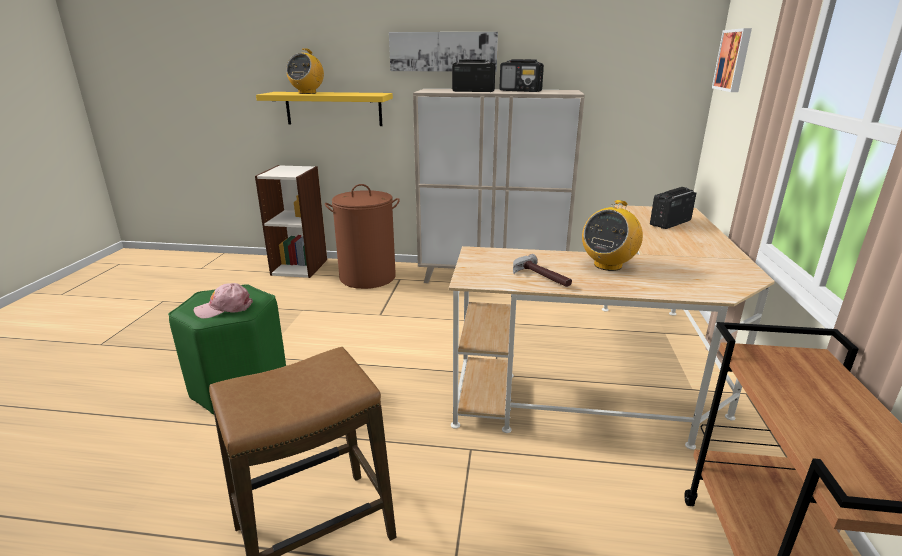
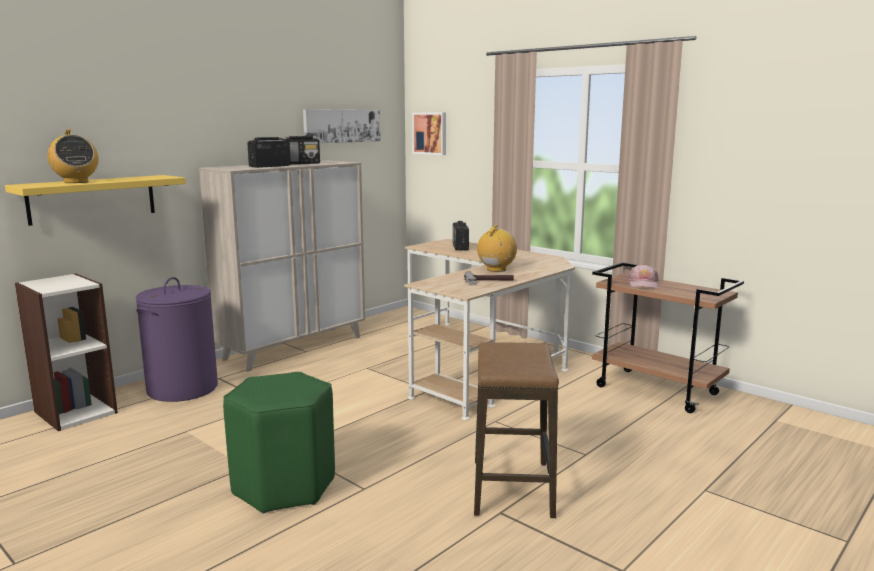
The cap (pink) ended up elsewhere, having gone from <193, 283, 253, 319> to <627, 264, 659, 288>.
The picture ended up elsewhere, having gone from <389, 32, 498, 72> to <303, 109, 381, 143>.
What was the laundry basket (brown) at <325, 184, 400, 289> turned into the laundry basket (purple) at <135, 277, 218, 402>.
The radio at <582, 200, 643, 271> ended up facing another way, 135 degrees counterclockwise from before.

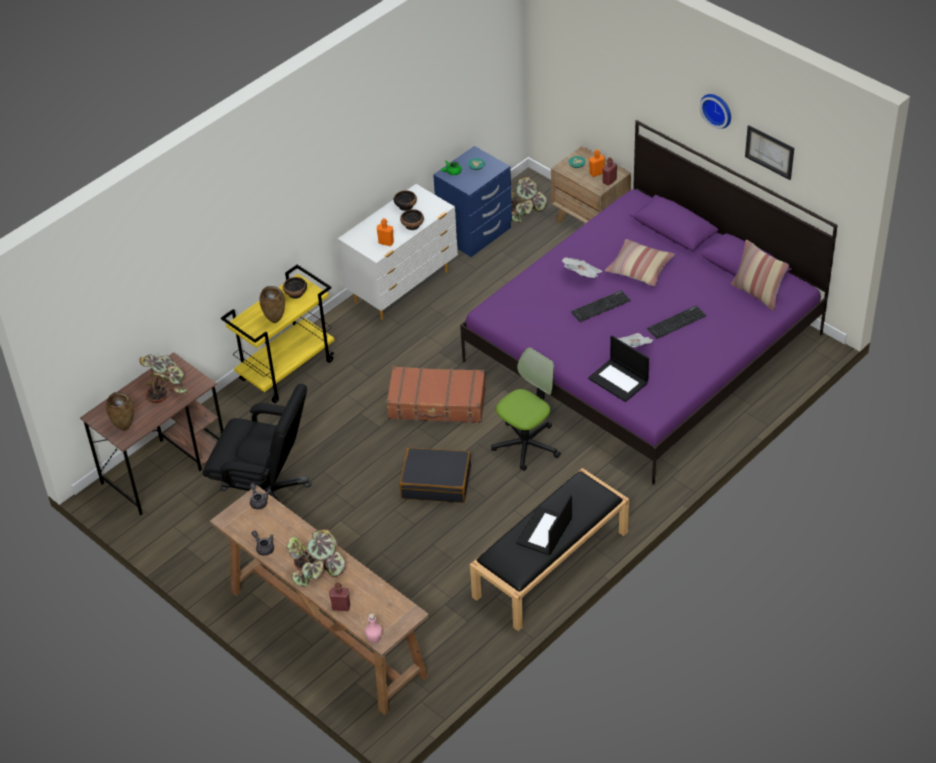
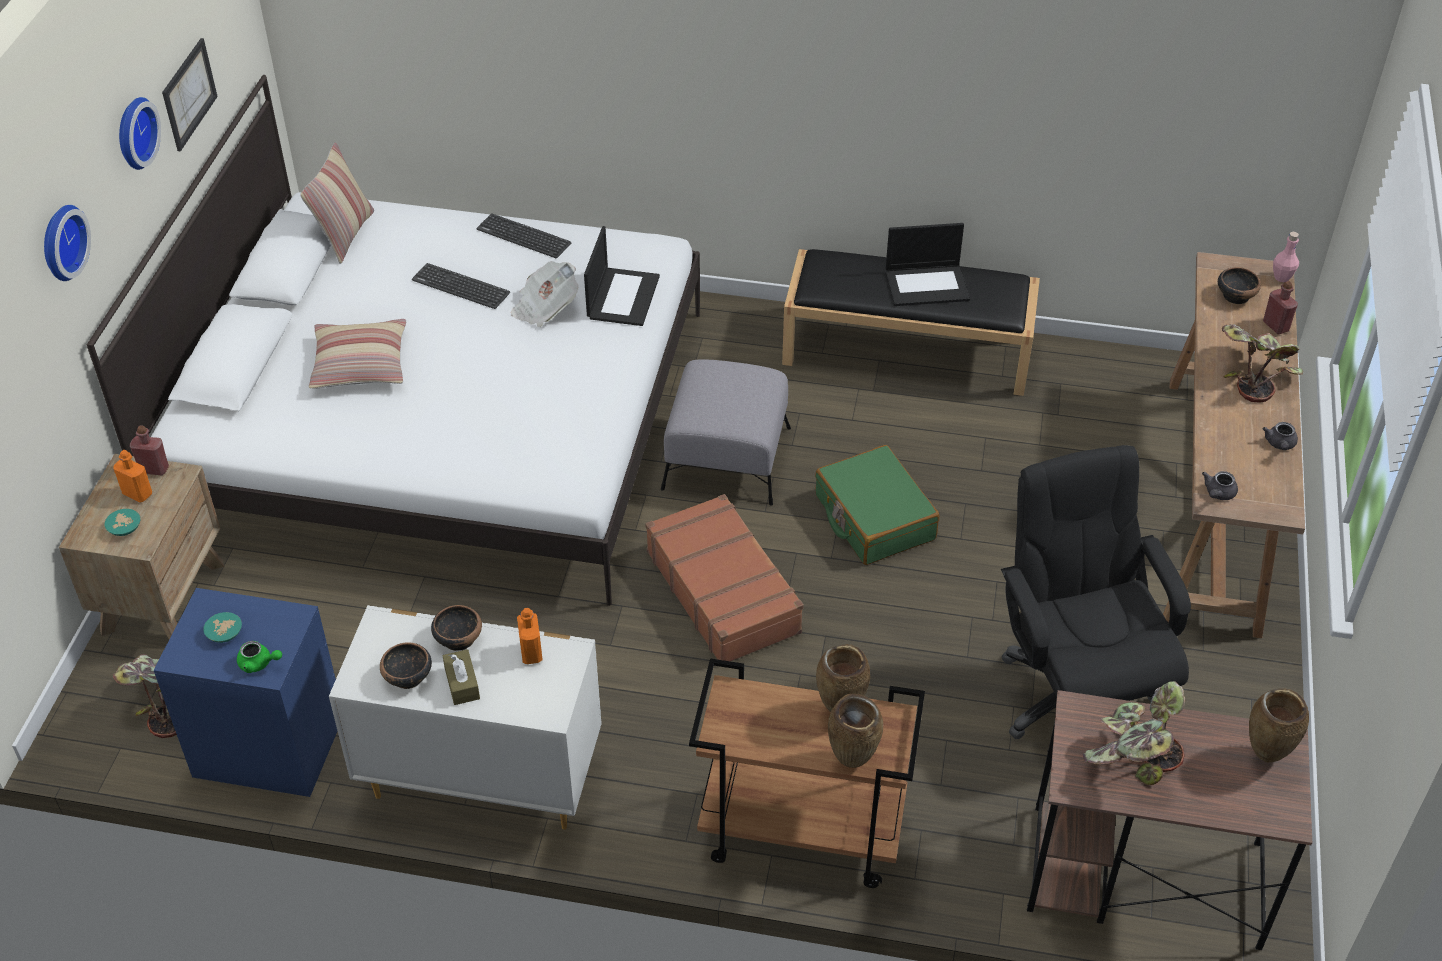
The second view lost the newspaper at <562, 257, 602, 278>.
The second view gained the wall clock at <44, 205, 91, 281>.
The second view gained the tissue box (brown) at <443, 649, 480, 705>.
The second view gained the vase (brown) at <828, 694, 883, 768>.
The bowl ended up elsewhere, having gone from <283, 277, 307, 299> to <1218, 267, 1261, 304>.
The keyboard ended up elsewhere, having gone from <571, 290, 631, 322> to <477, 214, 571, 258>.
Where the office chair stood at <491, 347, 561, 471>, the ottoman (grey) came to stand at <661, 359, 791, 506>.
What was the cart (yellow) at <221, 265, 335, 403> turned into the cart (brown) at <689, 659, 925, 888>.
What was the suitcase (black) at <400, 447, 471, 503> turned into the suitcase (green) at <815, 445, 940, 565>.
What was the bed (purple) at <460, 120, 837, 485> turned into the bed (white) at <87, 75, 700, 606>.

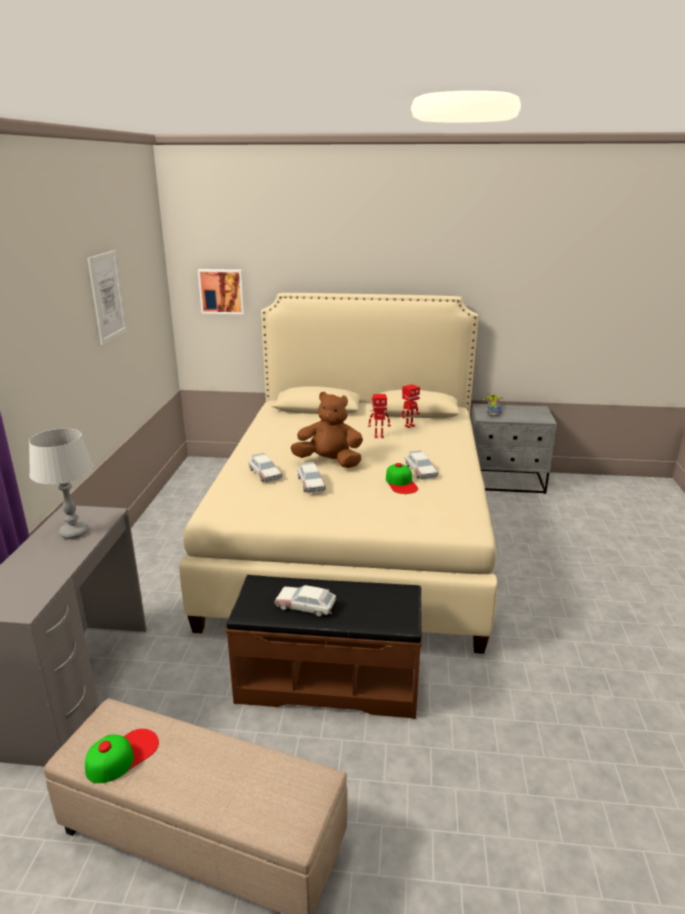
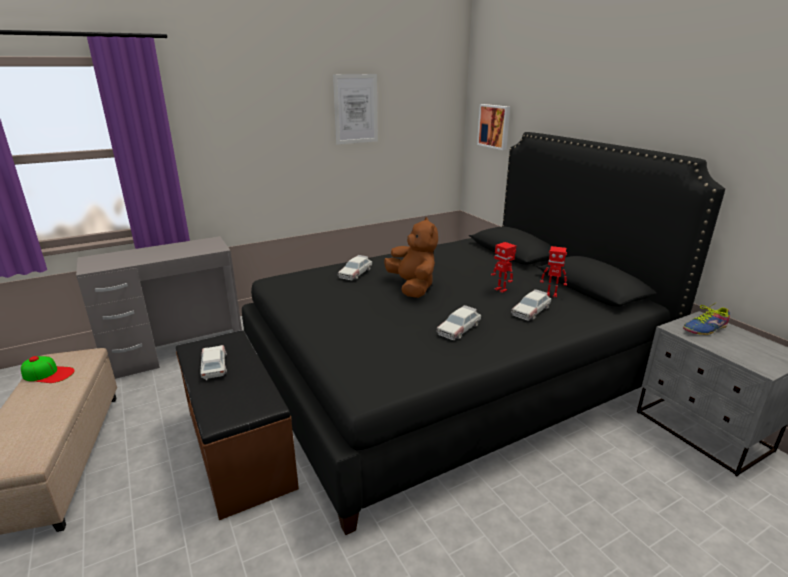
The second view lost the table lamp (grey) at <29, 429, 93, 539>.
The second view lost the cap at <386, 463, 418, 494>.
The toy car ended up elsewhere, having gone from <298, 462, 326, 493> to <511, 289, 551, 321>.
What was the bed (beige) at <180, 293, 497, 654> turned into the bed (black) at <242, 132, 725, 535>.

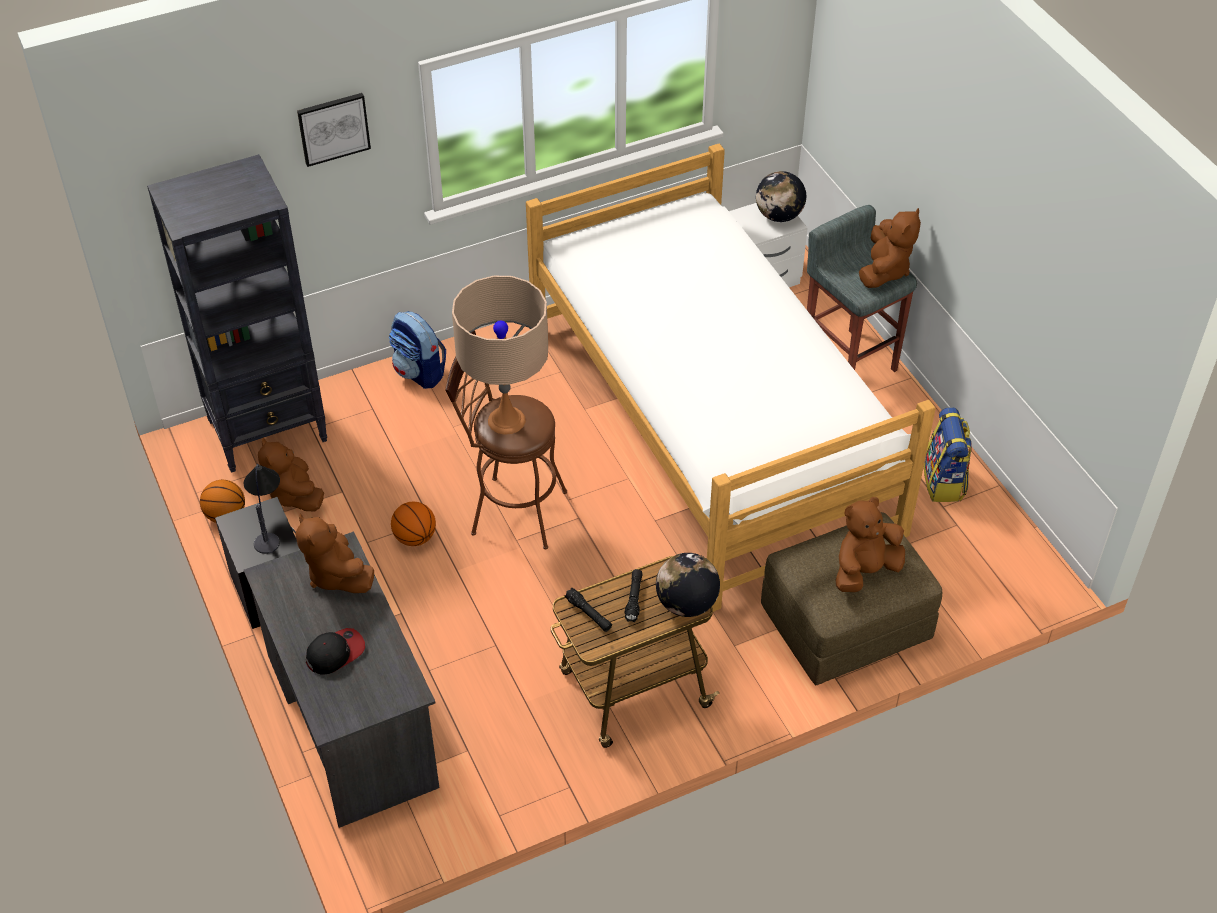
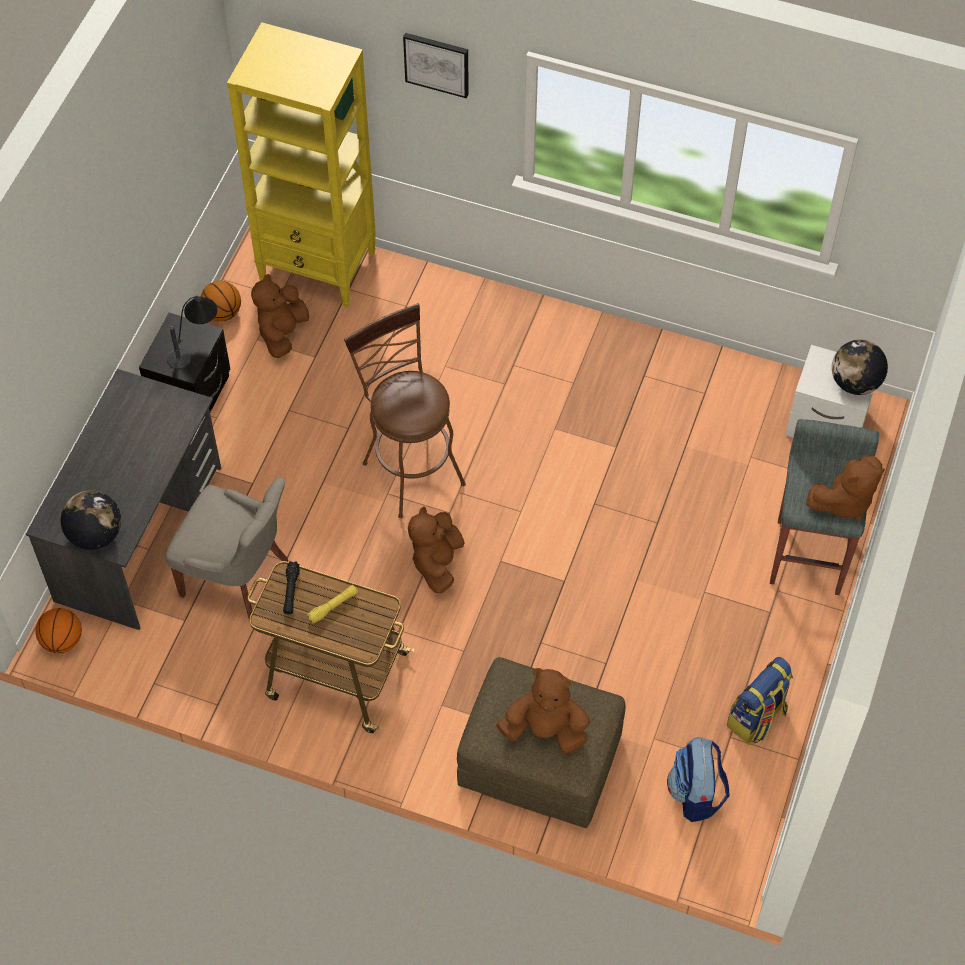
The second view lost the cap at <306, 628, 365, 675>.
The second view lost the table lamp (beige) at <452, 276, 548, 435>.
The second view lost the bed at <526, 144, 936, 612>.
The second view gained the chair (grey) at <166, 478, 288, 620>.
The plush toy (brown) ended up elsewhere, having gone from <296, 514, 374, 593> to <408, 506, 465, 593>.
The backpack ended up elsewhere, having gone from <389, 311, 446, 389> to <667, 737, 730, 822>.
The basketball ended up elsewhere, having gone from <391, 502, 436, 546> to <36, 608, 82, 653>.
The globe ended up elsewhere, having gone from <656, 553, 720, 617> to <61, 490, 121, 550>.
What was the bookcase (black) at <147, 154, 327, 473> turned into the bookcase (yellow) at <227, 22, 376, 307>.
What was the flashlight (black) at <625, 569, 643, 622> turned into the flashlight (yellow) at <307, 585, 358, 624>.

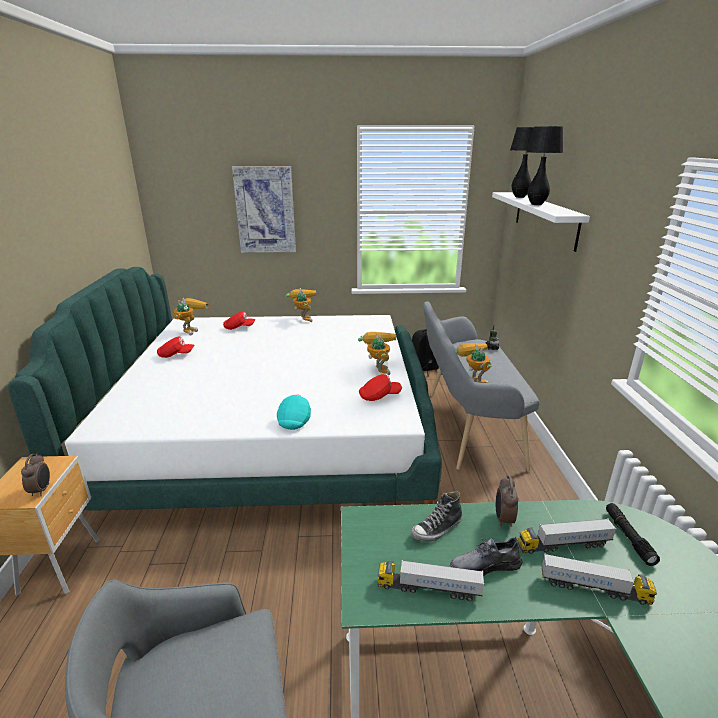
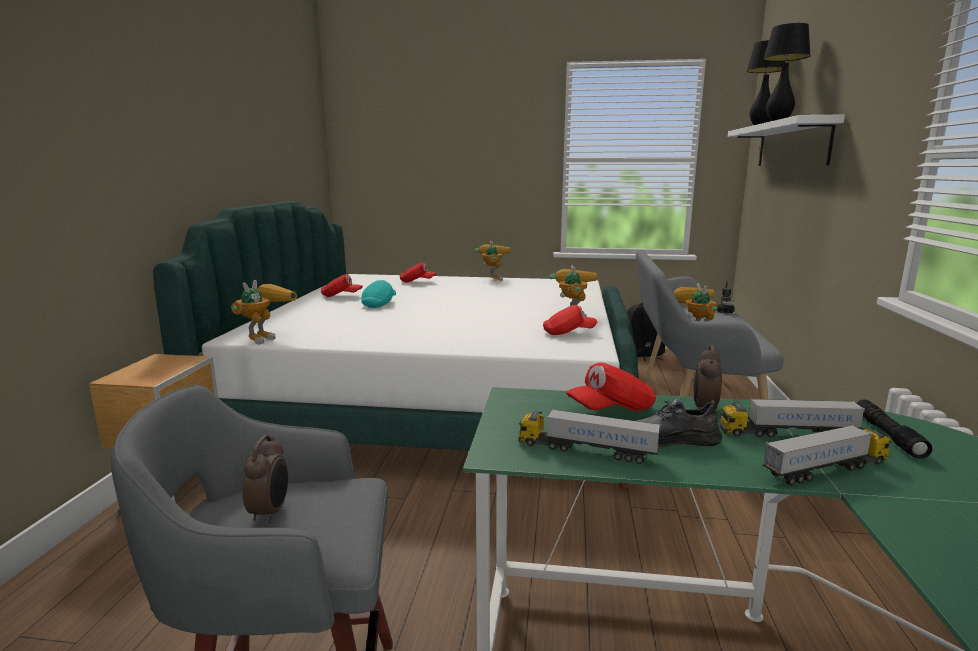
The second view lost the picture at <232, 166, 296, 253>.
The alarm clock ended up elsewhere, having gone from <21, 453, 50, 496> to <243, 435, 288, 523>.
The toy robot ended up elsewhere, having gone from <173, 298, 209, 335> to <231, 280, 297, 344>.
The cap (turquoise) ended up elsewhere, having gone from <277, 394, 311, 430> to <361, 280, 396, 308>.
Where the shoe stood at <411, 491, 462, 542>, the cap (red) came to stand at <566, 363, 656, 411>.
The toy truck at <541, 553, 657, 605> ended up facing another way, 45 degrees counterclockwise from before.

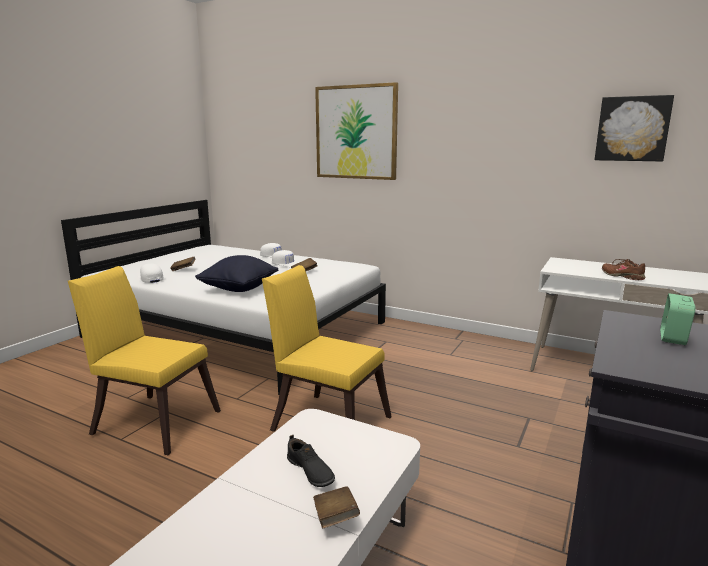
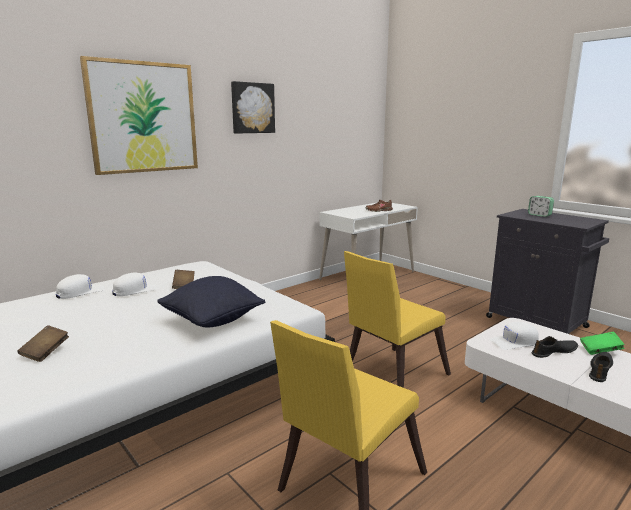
The second view gained the shoe (black) at <589, 352, 613, 382>.
The cap (white) ended up elsewhere, having gone from <138, 264, 164, 283> to <490, 322, 539, 350>.
The picture ended up elsewhere, having gone from <595, 95, 674, 162> to <231, 81, 275, 133>.
What was the book (brown) at <313, 486, 360, 529> turned into the book (green) at <580, 332, 625, 355>.

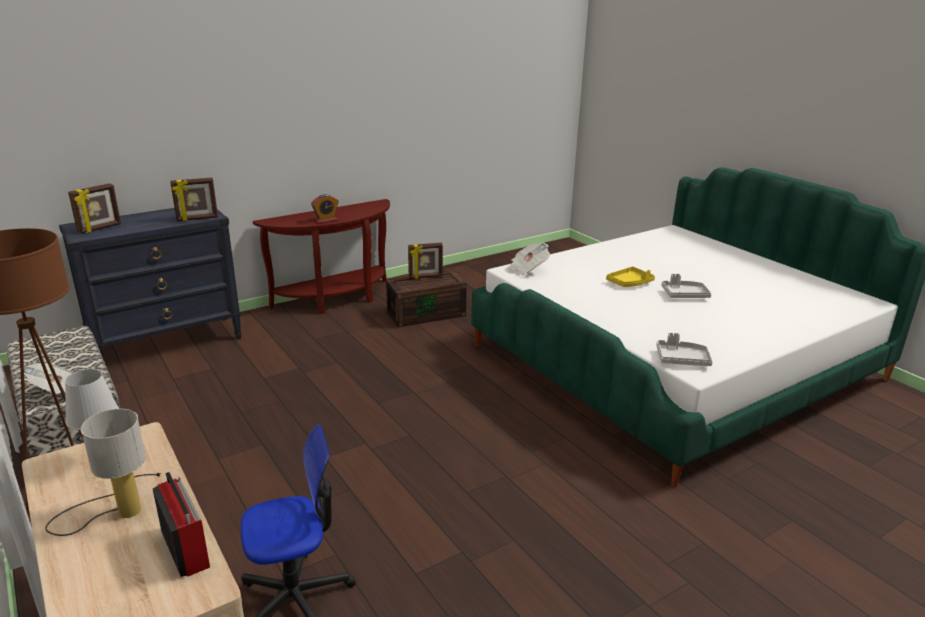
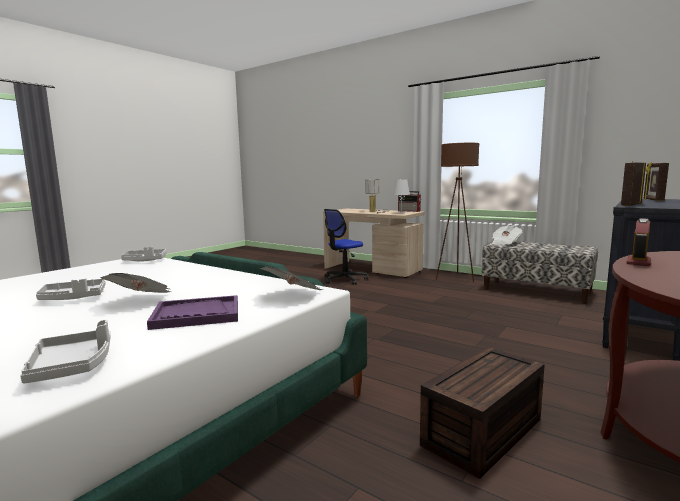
The second view lost the picture frame at <408, 243, 443, 279>.
The second view gained the tray (grey) at <20, 320, 111, 384>.
The second view gained the tray (purple) at <147, 295, 238, 330>.
The radio ended up elsewhere, having gone from <153, 472, 210, 577> to <398, 191, 421, 212>.
Where the tray (yellow) stood at <606, 266, 655, 287>, the newspaper came to stand at <101, 273, 171, 293>.

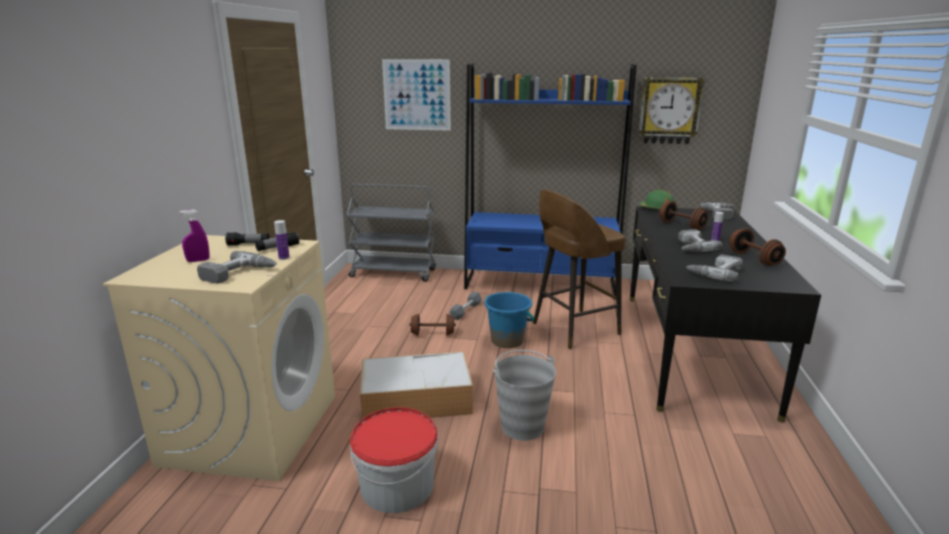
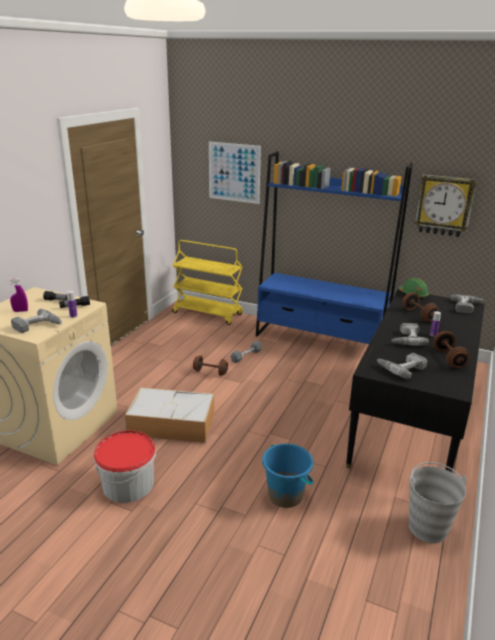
The second view lost the stool (brown) at <533, 189, 625, 349>.
The bucket (blue) ended up elsewhere, having gone from <484, 292, 534, 348> to <262, 444, 313, 508>.
The bucket (grey) ended up elsewhere, having gone from <493, 350, 556, 441> to <409, 462, 466, 543>.
What was the cart (grey) at <347, 184, 436, 282> turned into the cart (yellow) at <172, 240, 243, 325>.

